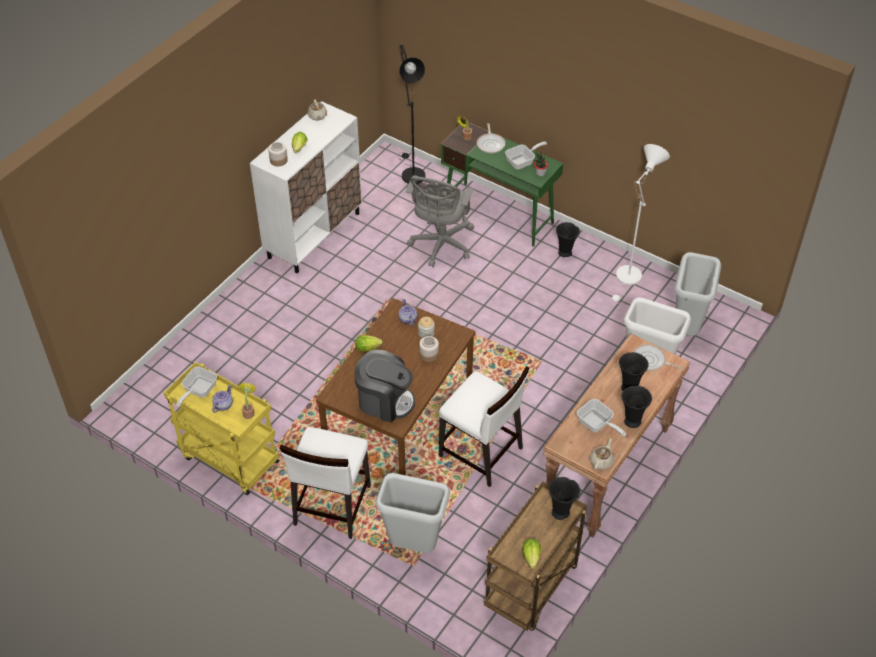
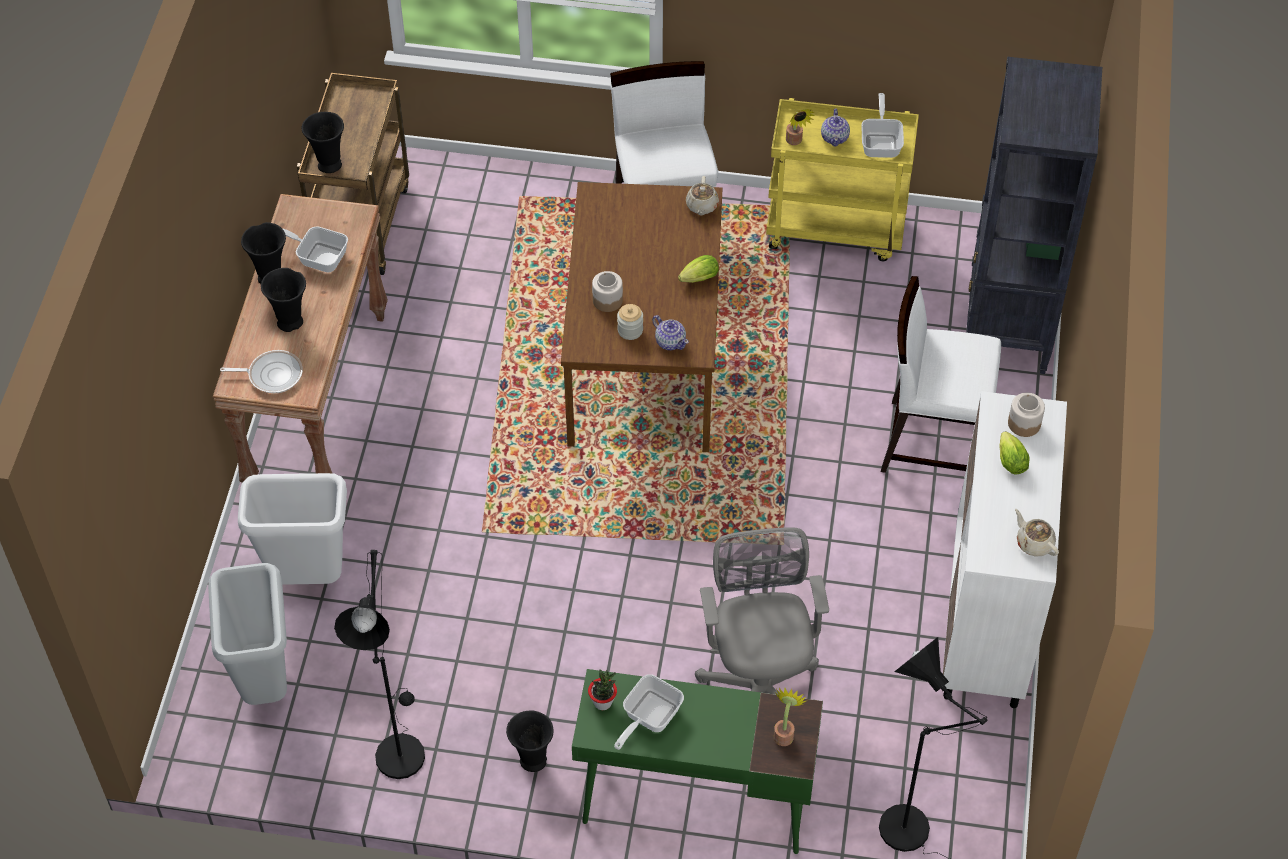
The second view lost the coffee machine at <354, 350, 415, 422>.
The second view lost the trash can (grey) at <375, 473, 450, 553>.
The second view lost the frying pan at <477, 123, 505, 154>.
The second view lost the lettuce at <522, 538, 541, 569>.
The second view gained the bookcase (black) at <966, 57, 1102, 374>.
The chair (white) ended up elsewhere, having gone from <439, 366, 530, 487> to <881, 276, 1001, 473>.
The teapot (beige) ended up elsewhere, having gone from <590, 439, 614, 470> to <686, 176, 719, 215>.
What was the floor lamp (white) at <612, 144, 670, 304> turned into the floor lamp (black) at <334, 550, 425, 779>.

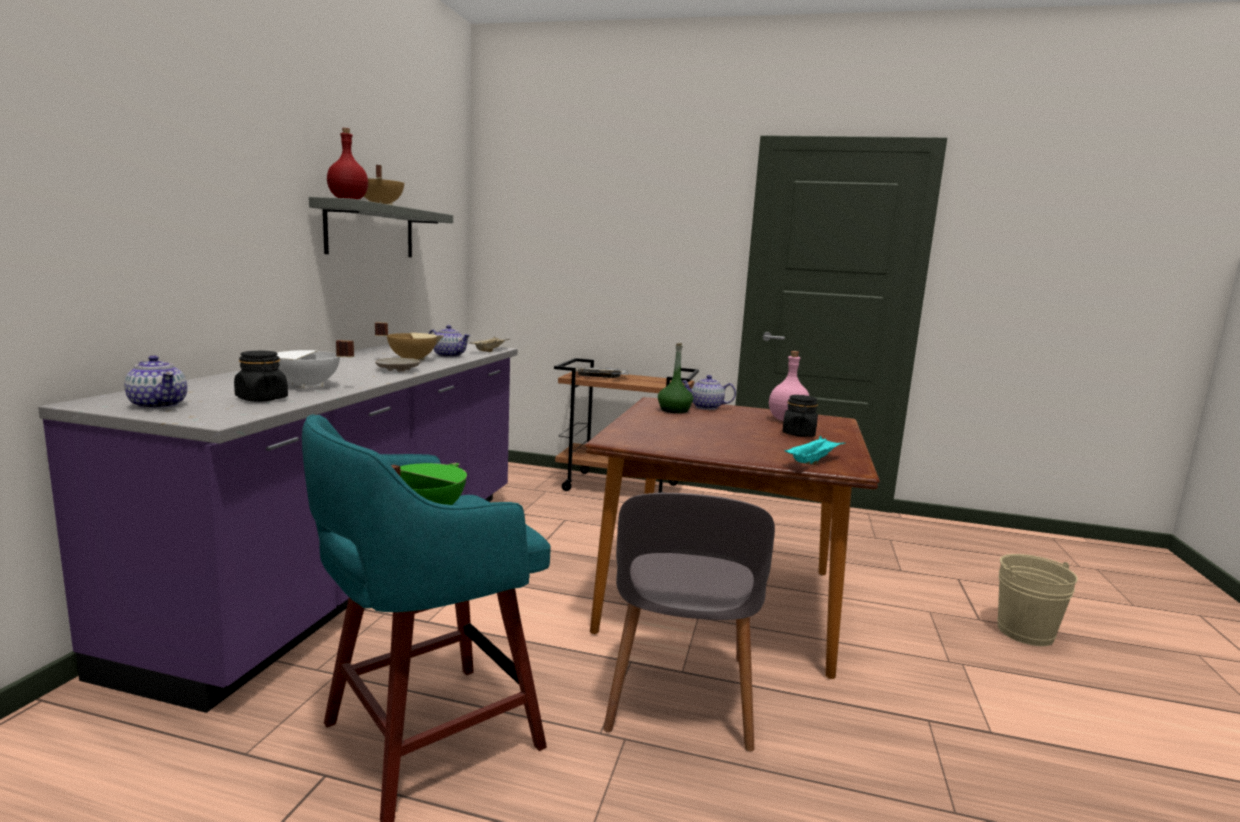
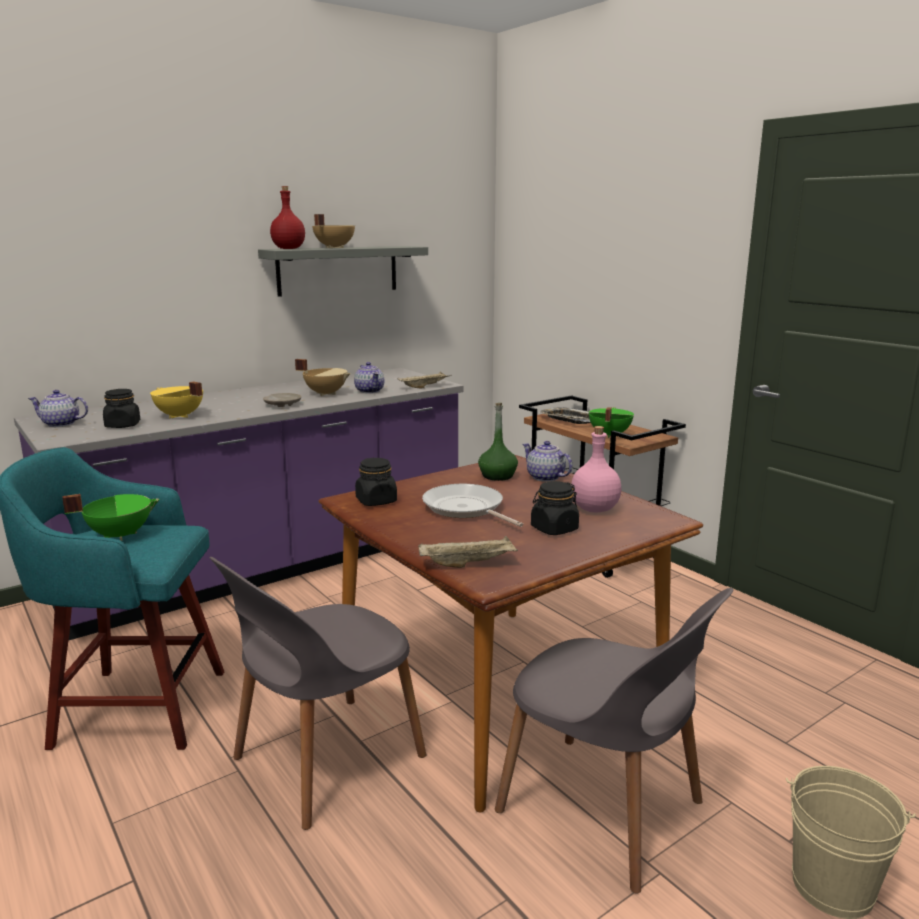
The second view gained the jar (black) at <355, 458, 397, 506>.
The second view gained the frying pan at <422, 484, 523, 527>.
The second view gained the chair (grey) at <495, 588, 734, 894>.
The second view gained the cooking pot (green) at <589, 407, 634, 438>.
What was the cooking pot (white) at <277, 340, 354, 389> turned into the cooking pot (yellow) at <150, 381, 203, 419>.
What was the tray (turquoise) at <784, 436, 845, 465> turned into the tray (beige) at <418, 536, 518, 568>.
The teapot at <124, 355, 187, 409> ended up facing another way, 105 degrees clockwise from before.

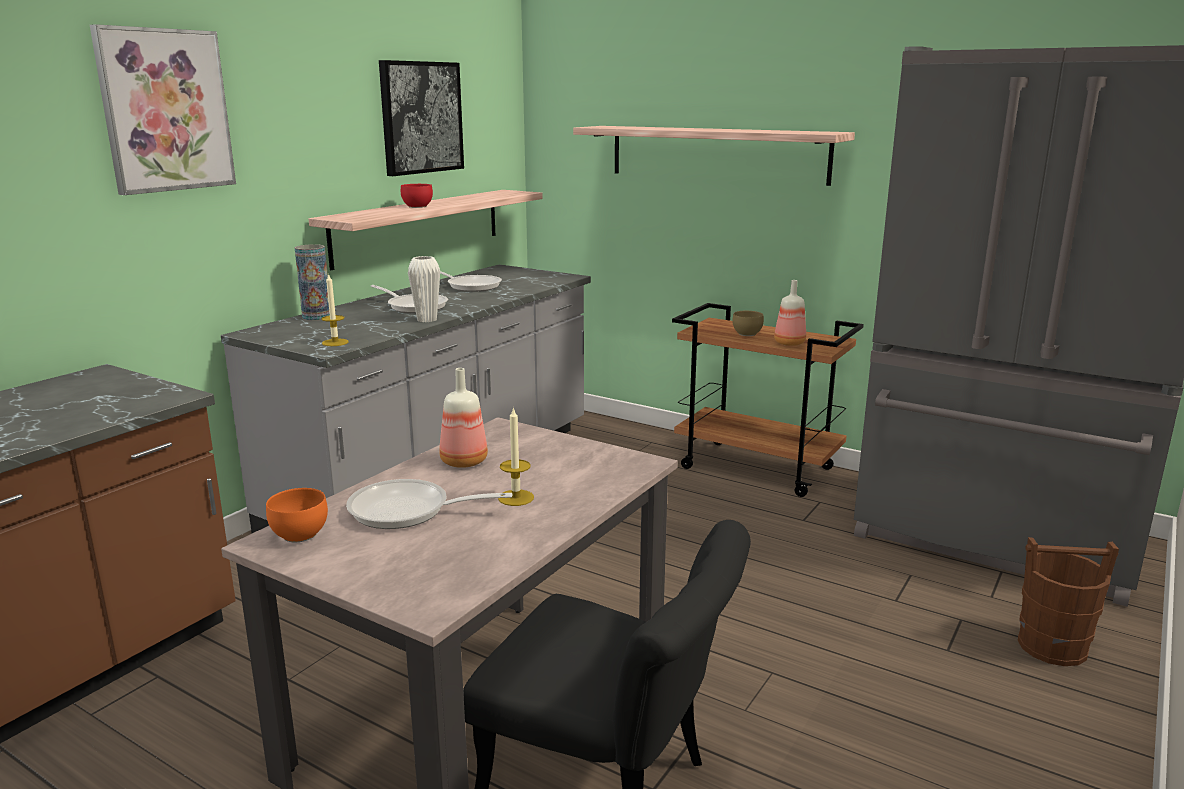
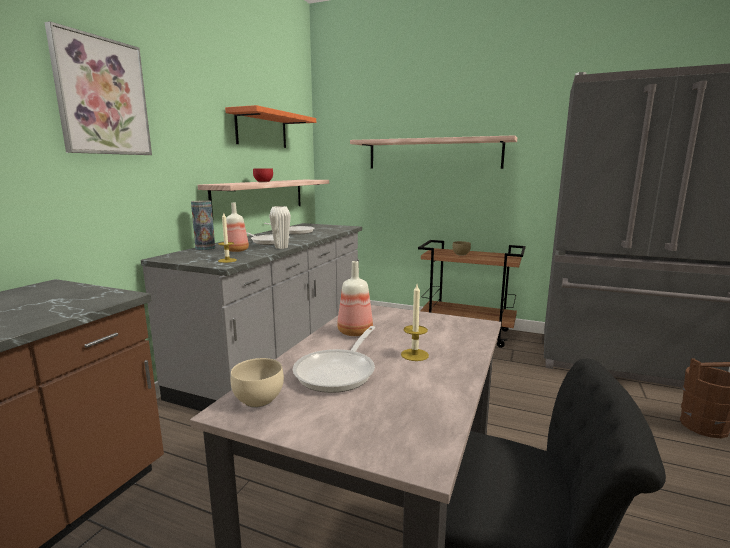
The bottle ended up elsewhere, having gone from <774, 280, 806, 346> to <226, 203, 249, 252>.
Where the picture hung at <379, 60, 464, 176>, the shelf (orange) came to hang at <225, 105, 316, 148>.
What was the bowl (orange) at <266, 488, 328, 542> turned into the bowl (beige) at <231, 358, 284, 408>.
The frying pan at <346, 479, 513, 529> ended up facing another way, 60 degrees counterclockwise from before.

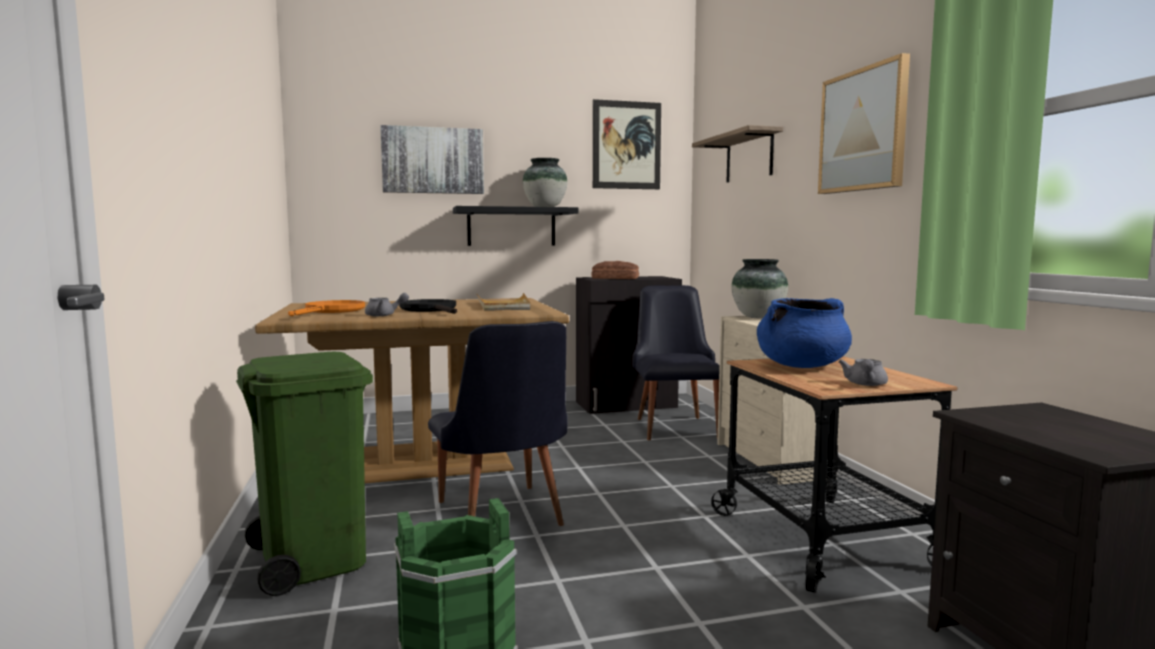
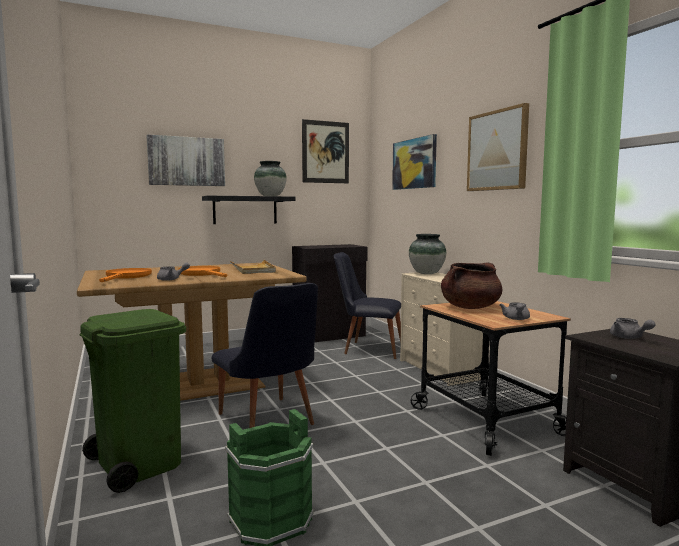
The second view lost the bread at <592, 261, 639, 279>.
The second view gained the teapot (grey) at <610, 318, 656, 339>.
Where the shelf hung at <692, 125, 783, 183>, the picture came to hang at <392, 134, 437, 190>.
What was the frying pan (black) at <399, 299, 457, 314> turned into the frying pan (orange) at <178, 266, 227, 277>.
What was the cooking pot (blue) at <757, 298, 852, 368> turned into the cooking pot (brown) at <441, 262, 502, 309>.
The chair (black) at <632, 285, 720, 440> ended up facing another way, 60 degrees counterclockwise from before.

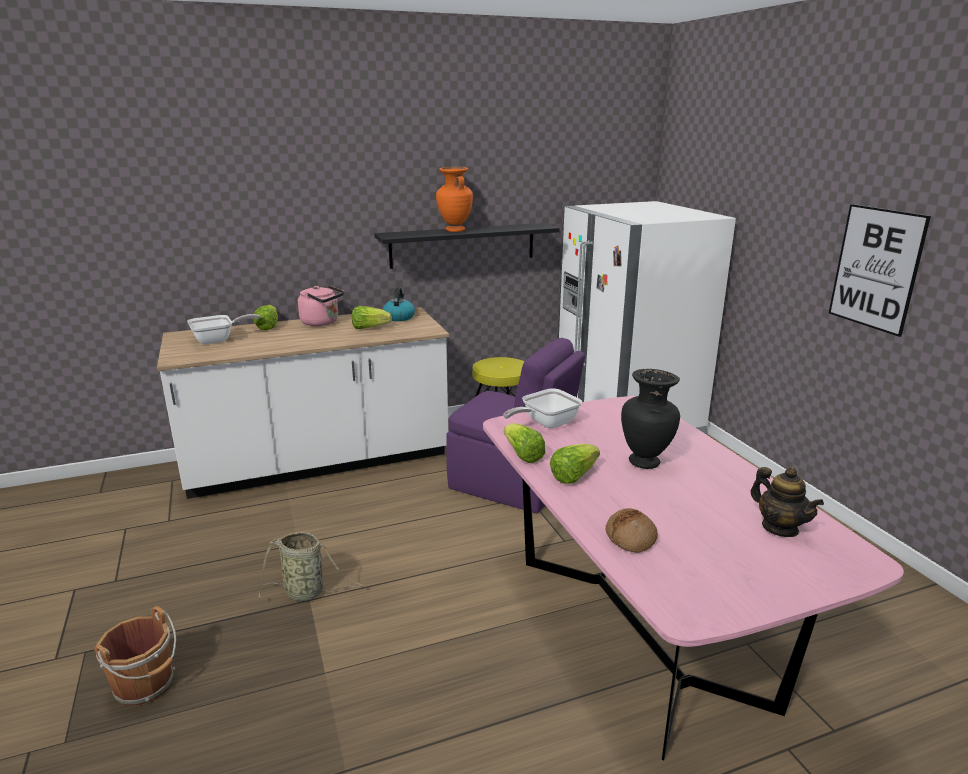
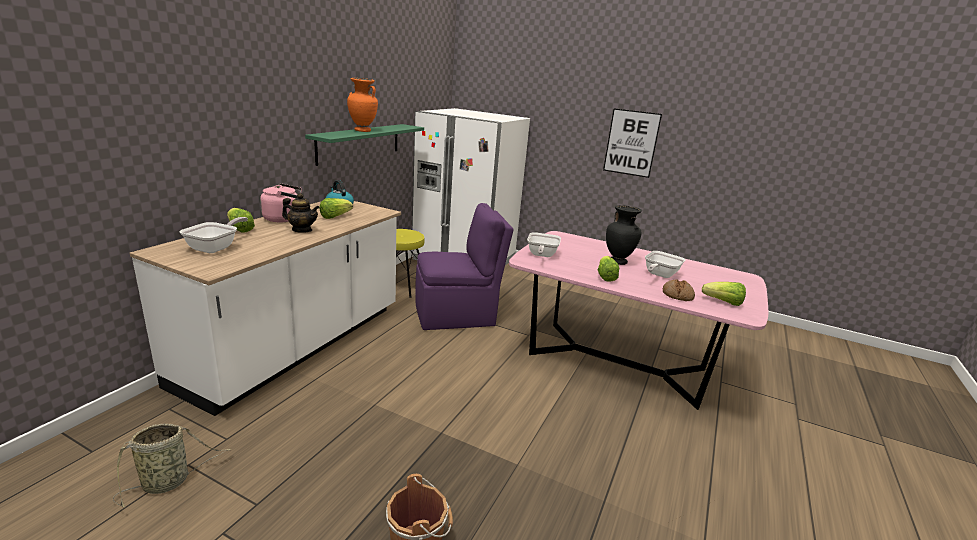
The second view gained the frying pan at <645, 251, 685, 278>.
The basket ended up elsewhere, having gone from <259, 531, 364, 601> to <113, 423, 232, 507>.
The lettuce ended up elsewhere, having gone from <504, 423, 545, 463> to <702, 282, 746, 306>.
The teapot ended up elsewhere, having gone from <751, 467, 824, 537> to <282, 193, 320, 233>.
What was the shelf (black) at <374, 223, 560, 269> turned into the shelf (green) at <305, 124, 424, 166>.

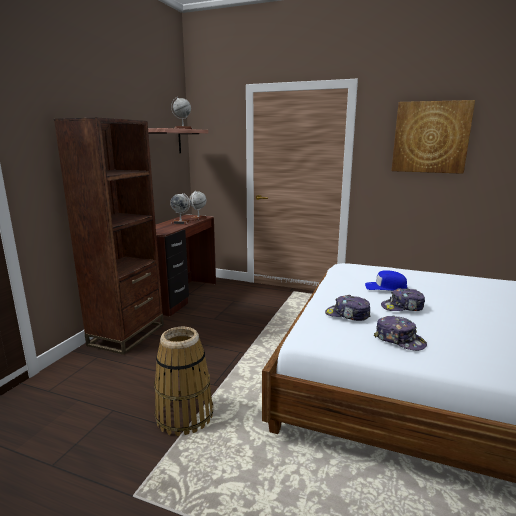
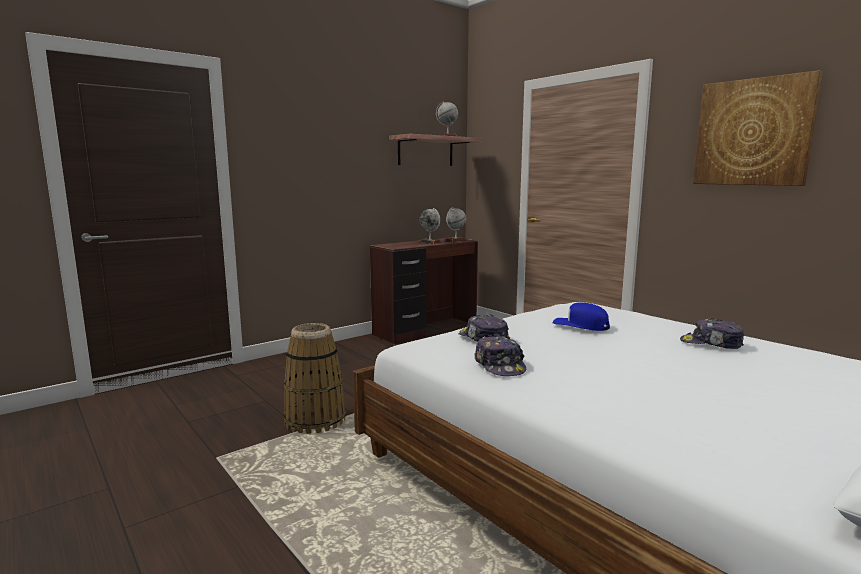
The second view lost the bookcase (brown) at <54, 118, 164, 355>.
The cap ended up elsewhere, having gone from <381, 288, 425, 311> to <680, 318, 744, 349>.

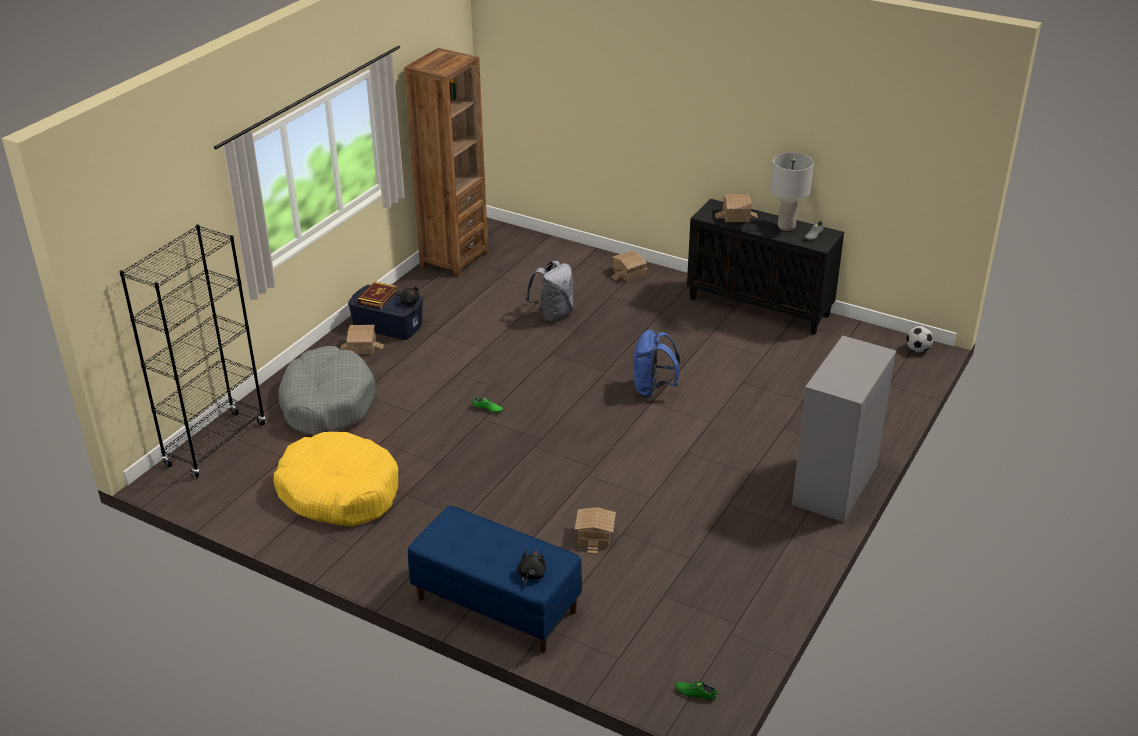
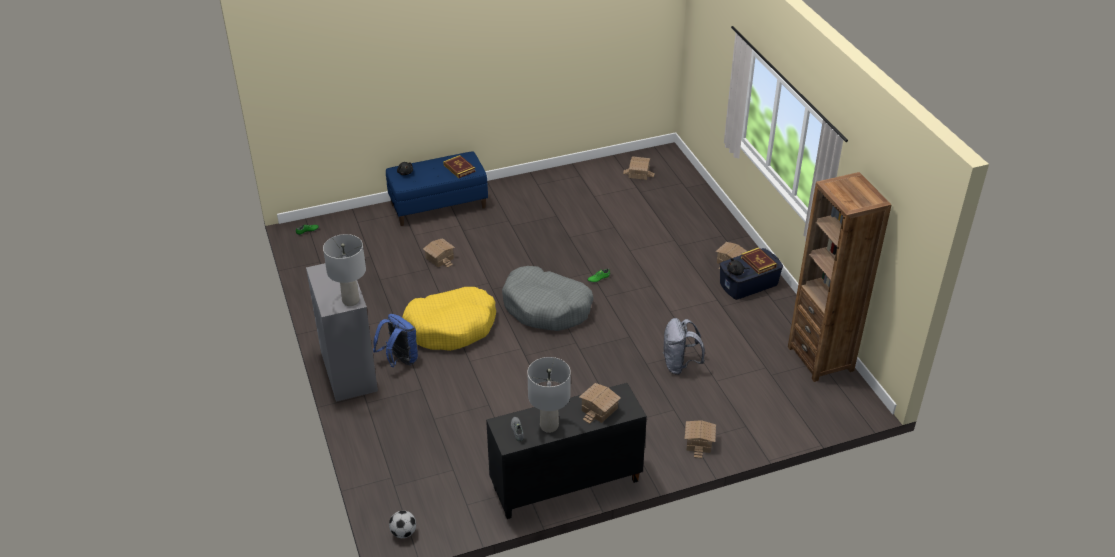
The second view lost the bookcase (black) at <119, 225, 266, 478>.
The second view gained the table lamp (grey) at <323, 234, 366, 306>.
The second view gained the book at <443, 155, 475, 178>.
The second view gained the toy house at <623, 156, 655, 180>.
The dog bed (yellow) ended up elsewhere, having gone from <273, 432, 398, 527> to <402, 287, 496, 351>.
The dog bed (grey) ended up elsewhere, having gone from <278, 346, 376, 436> to <502, 266, 594, 331>.
The backpack (blue) ended up elsewhere, having gone from <633, 330, 680, 397> to <373, 314, 418, 367>.

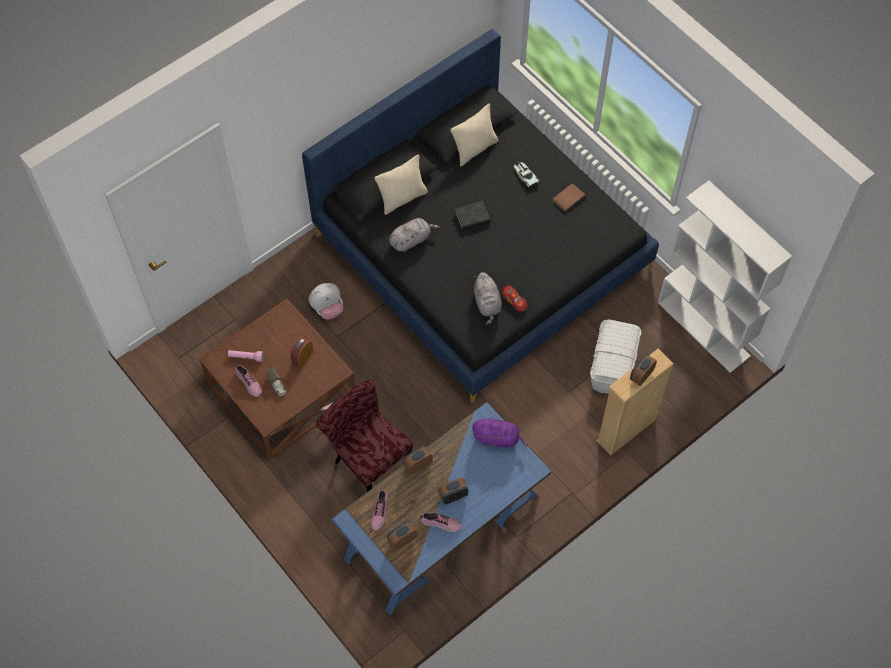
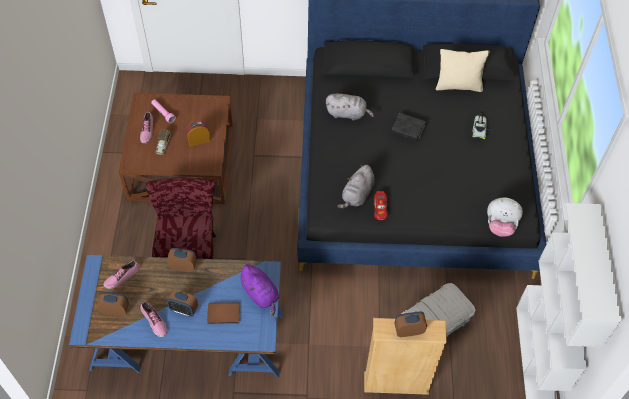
The second view lost the pillow (beige) at <374, 155, 428, 215>.
The plush toy ended up elsewhere, having gone from <309, 283, 343, 320> to <487, 198, 523, 237>.
The book (brown) ended up elsewhere, having gone from <553, 184, 586, 212> to <207, 303, 240, 324>.

